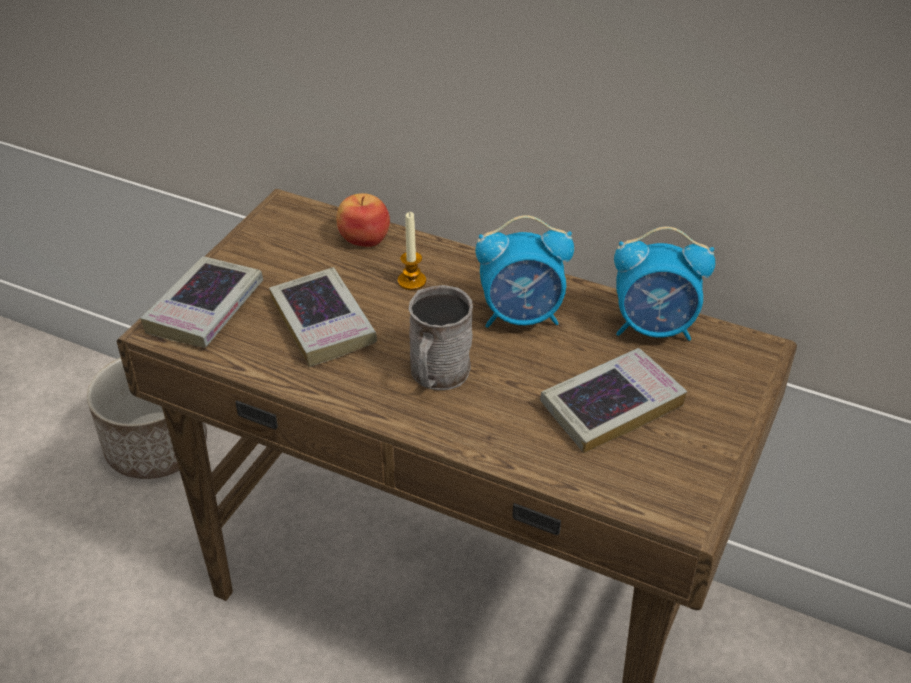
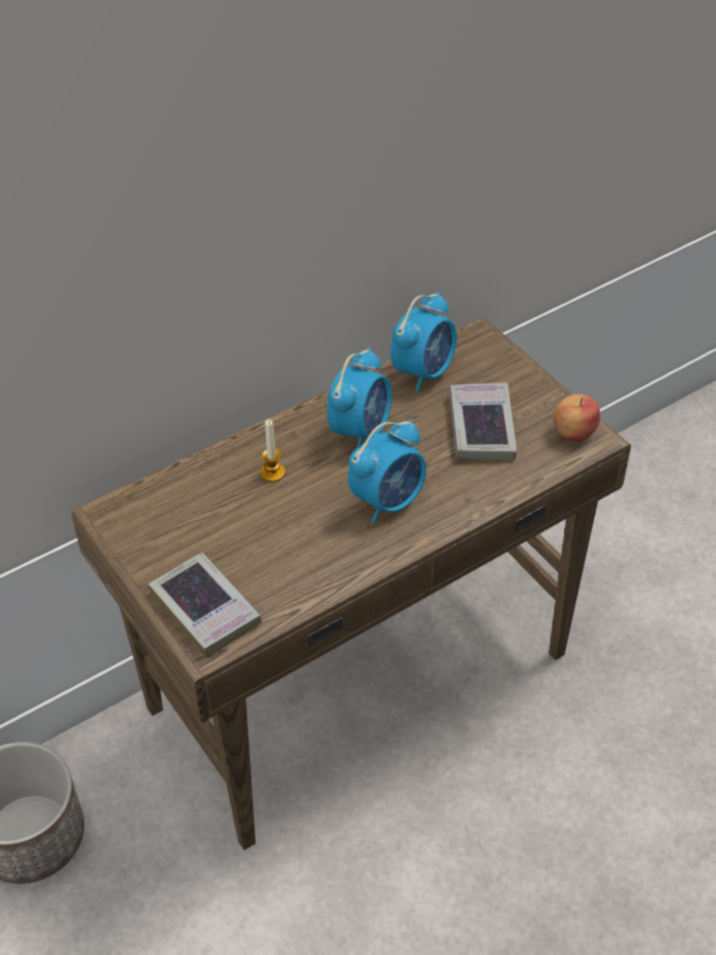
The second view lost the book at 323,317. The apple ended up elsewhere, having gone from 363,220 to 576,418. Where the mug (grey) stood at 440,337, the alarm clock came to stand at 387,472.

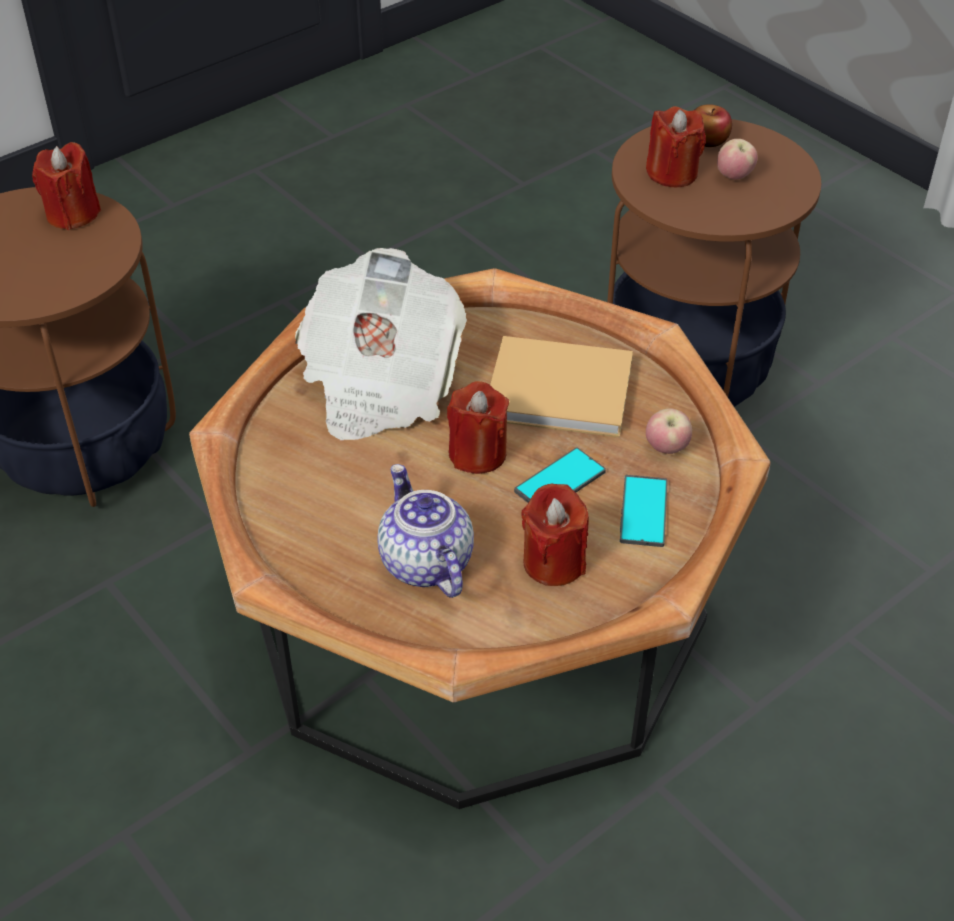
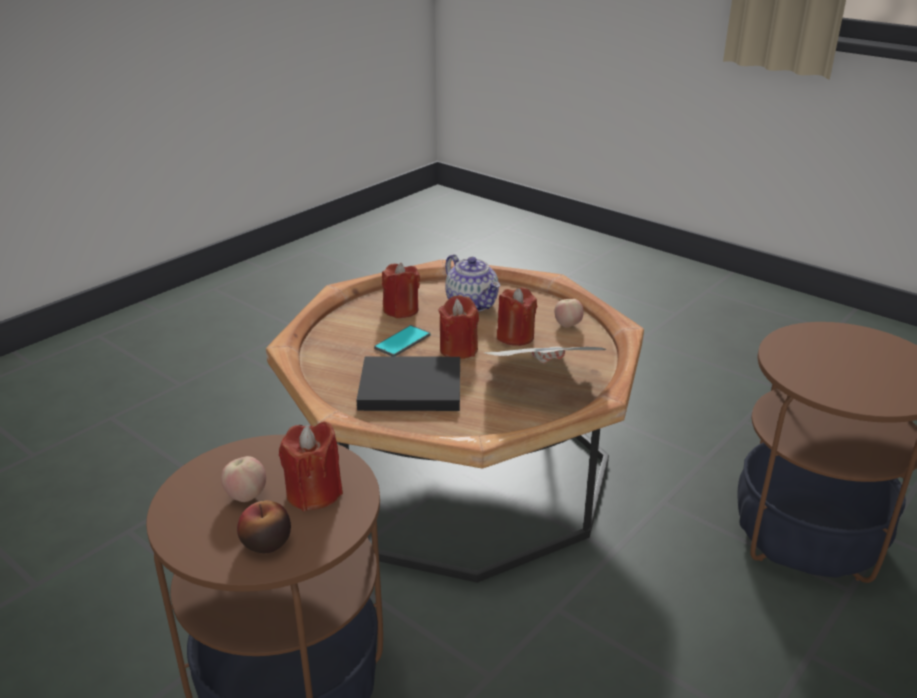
The second view lost the phone at 644,511. The candle (red) ended up elsewhere, having gone from 66,186 to 517,316. The apple ended up elsewhere, having gone from 669,431 to 569,313. What was the book (beige) at 561,387 turned into the book (black) at 408,383.

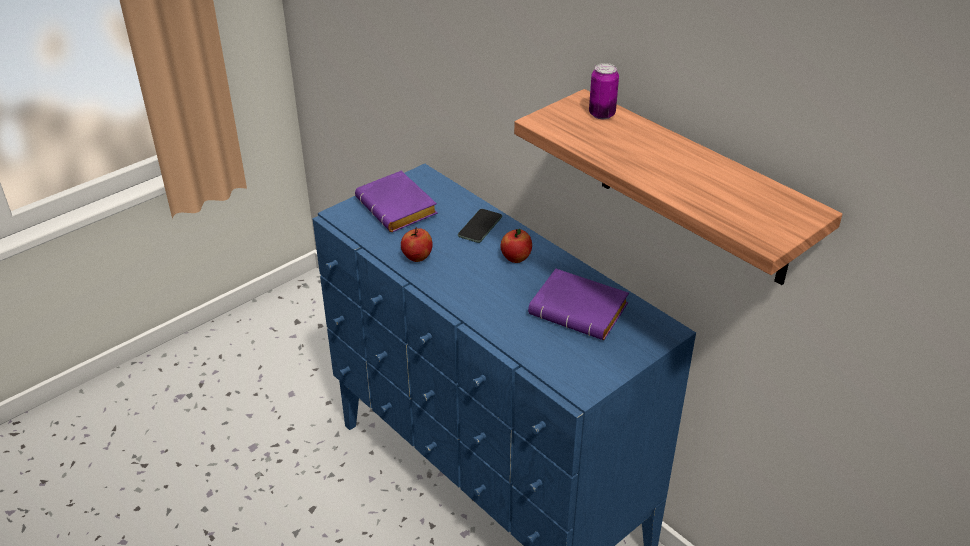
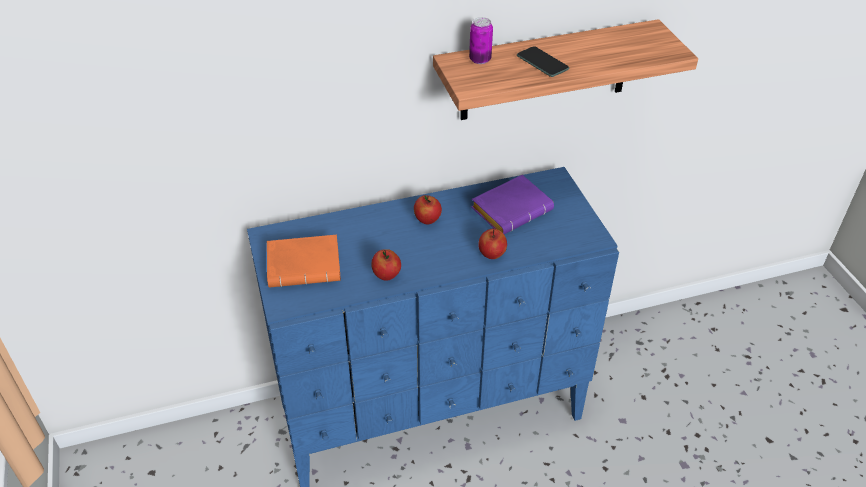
The second view gained the apple at 492,244. The phone ended up elsewhere, having gone from 480,226 to 543,61. What was the book (purple) at 396,201 turned into the book (orange) at 304,261.

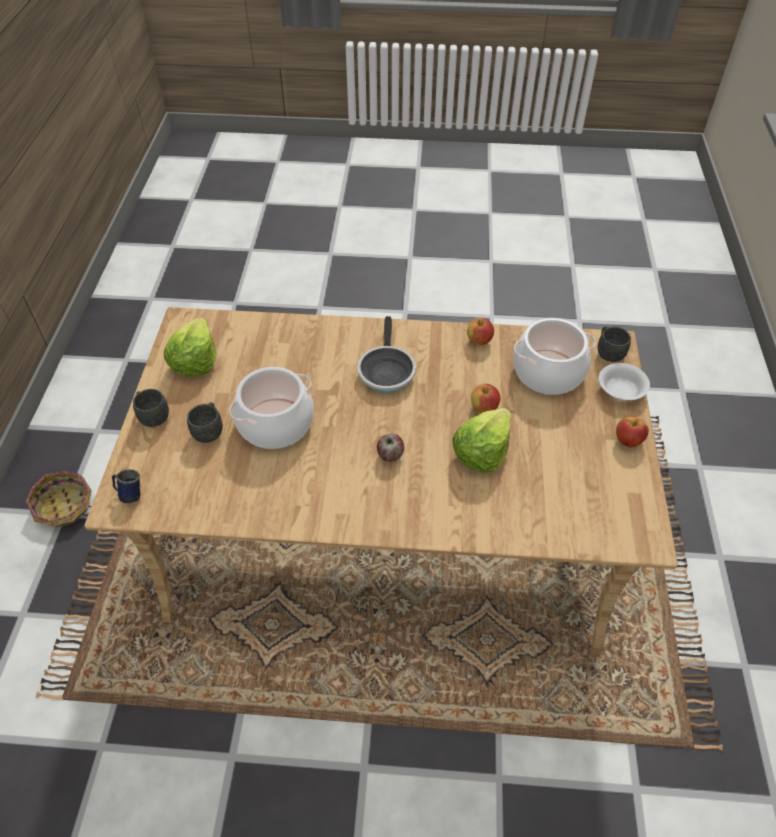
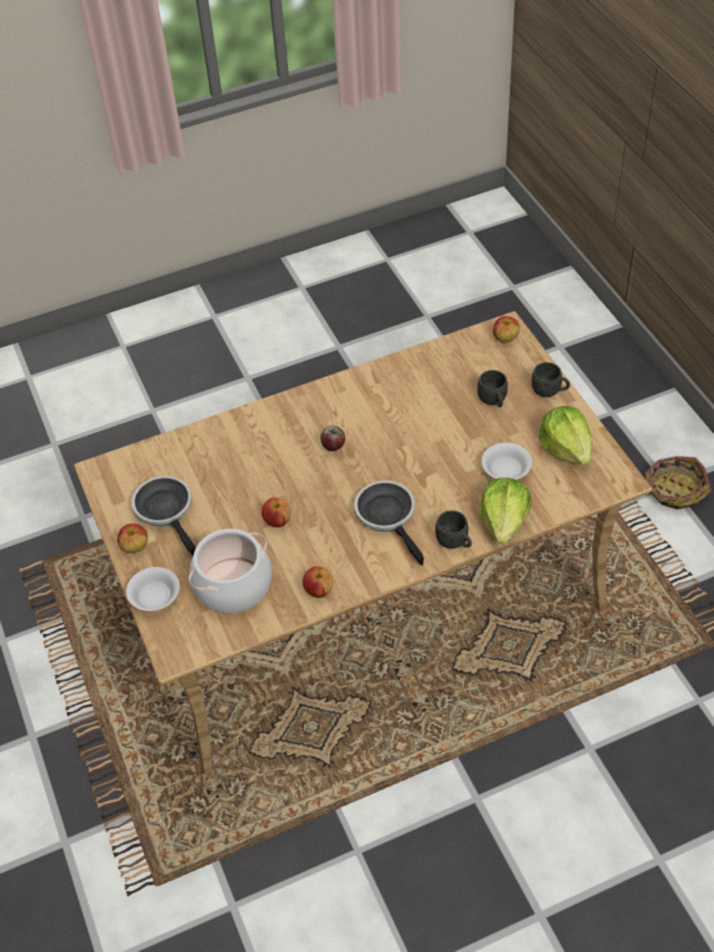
The second view lost the cooking pot at 271,408. The second view gained the frying pan at 164,515. The second view gained the bowl (white) at 506,461. The lettuce ended up elsewhere, having gone from 481,440 to 505,510. The mug (grey) ended up elsewhere, having gone from 614,344 to 453,529. Where the mug (blue) stood at 126,486, the apple came to stand at 506,329.

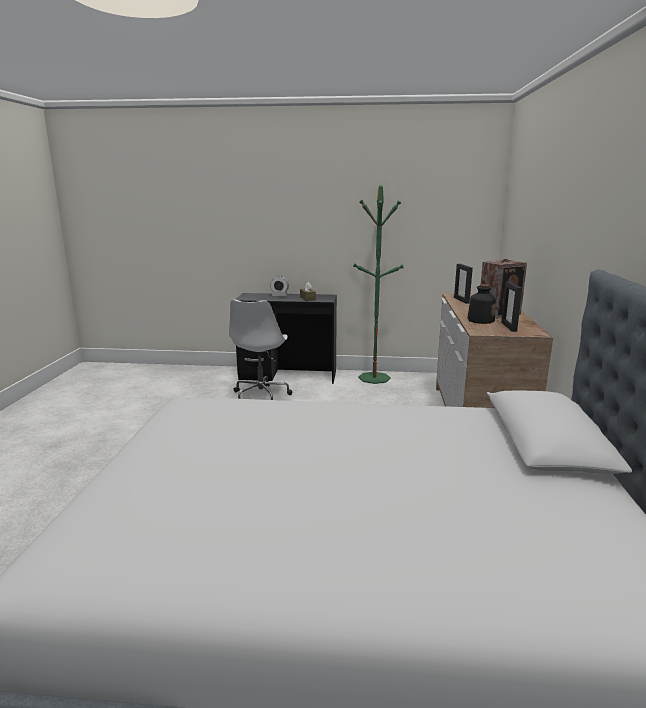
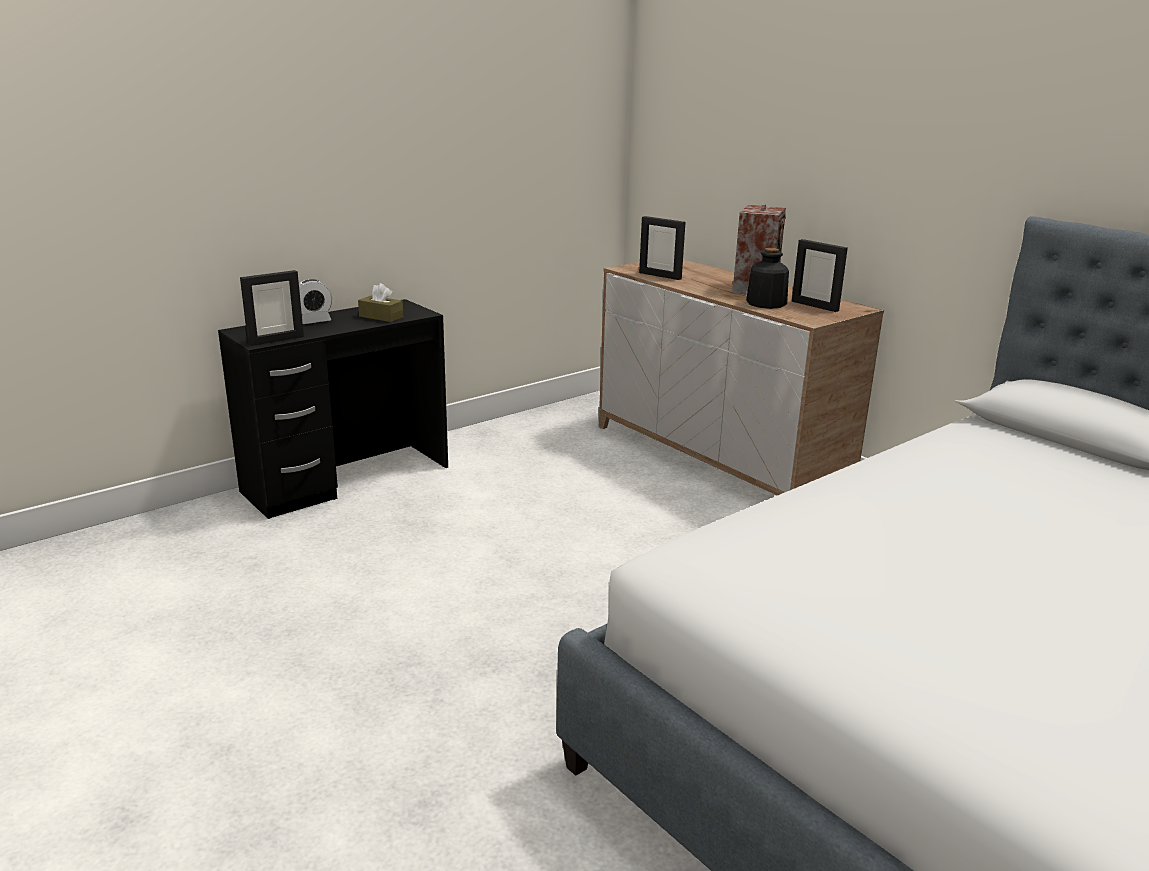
The second view lost the office chair (white) at 261,349. The second view lost the clothes rack (green) at 378,284. The second view gained the picture frame at 272,308.

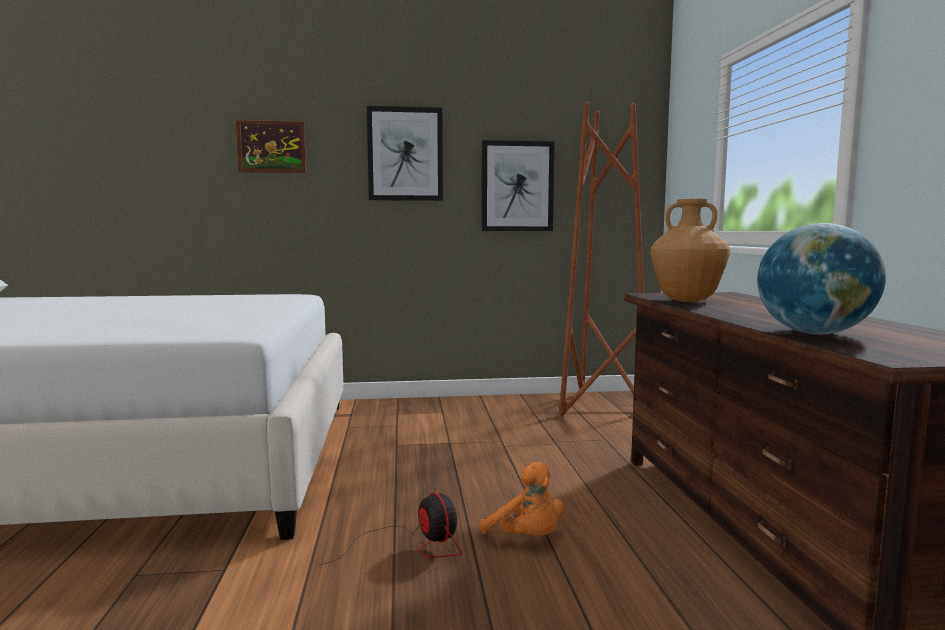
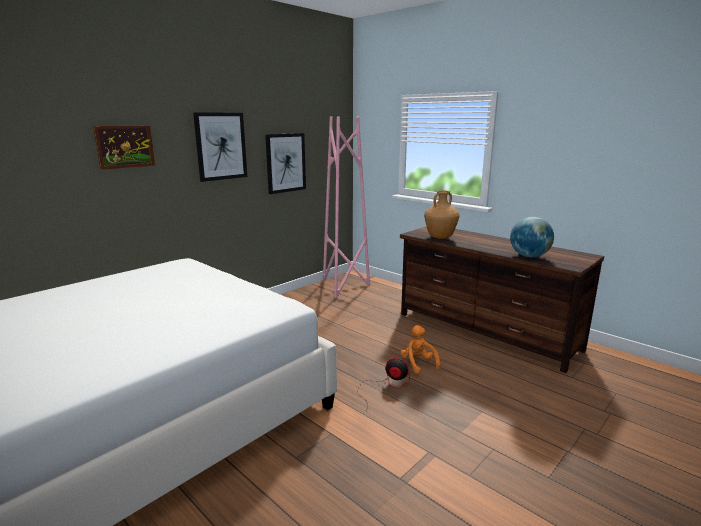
What was the clothes rack (brown) at 601,259 turned into the clothes rack (pink) at 346,207. The plush toy (orange) at 522,499 ended up facing another way, 120 degrees counterclockwise from before.

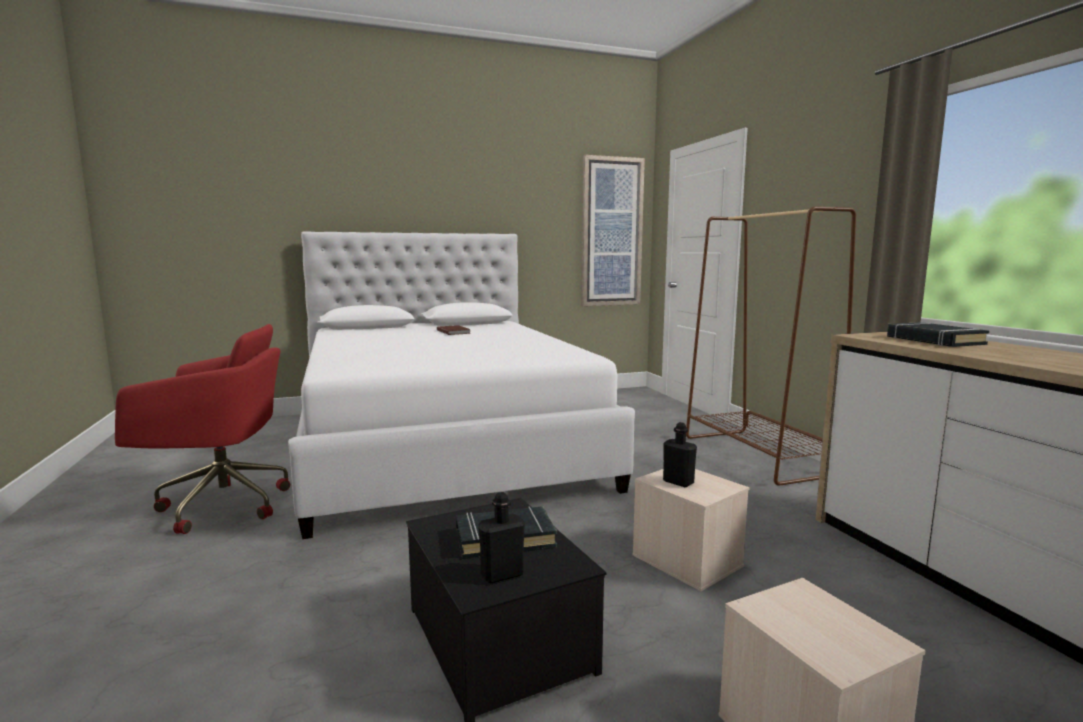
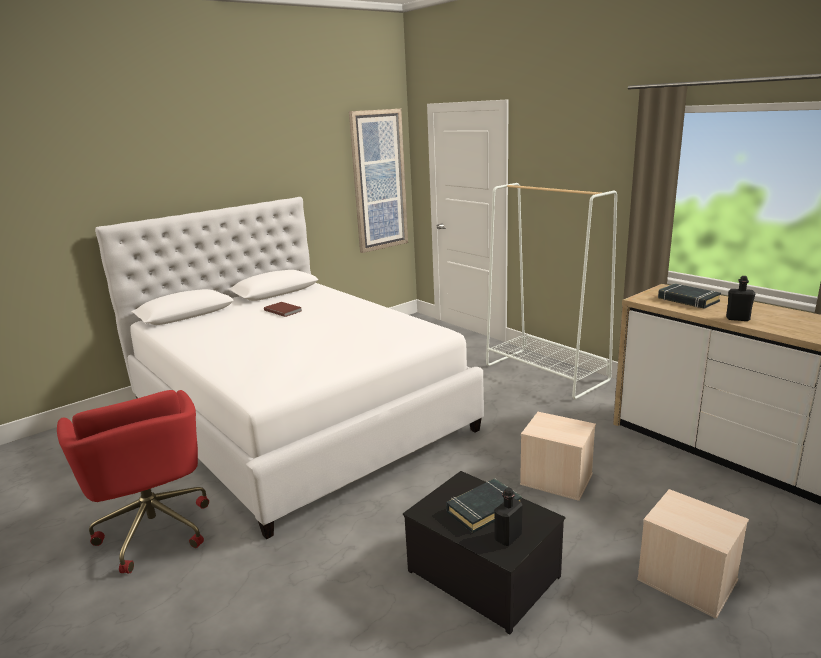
The bottle (black) ended up elsewhere, having gone from 680,454 to 741,298. What was the clothes rack (brown) at 771,346 turned into the clothes rack (white) at 551,291. The office chair (red) at 202,429 ended up facing another way, 90 degrees clockwise from before.

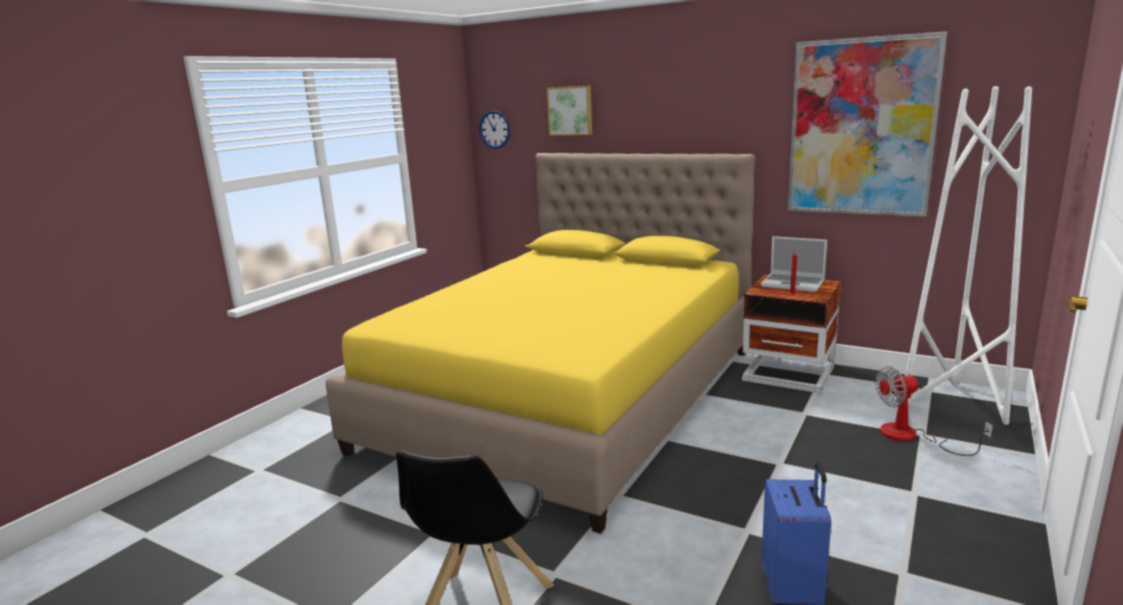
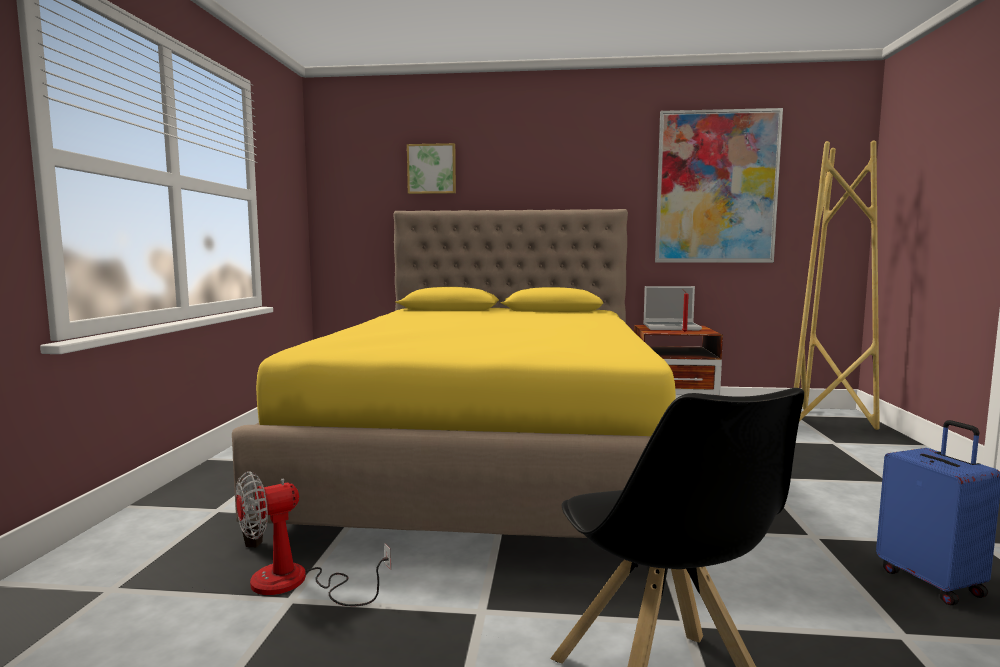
The second view lost the wall clock at 494,129. The fan ended up elsewhere, having gone from 934,411 to 313,538. What was the clothes rack (white) at 968,255 turned into the clothes rack (yellow) at 837,285.

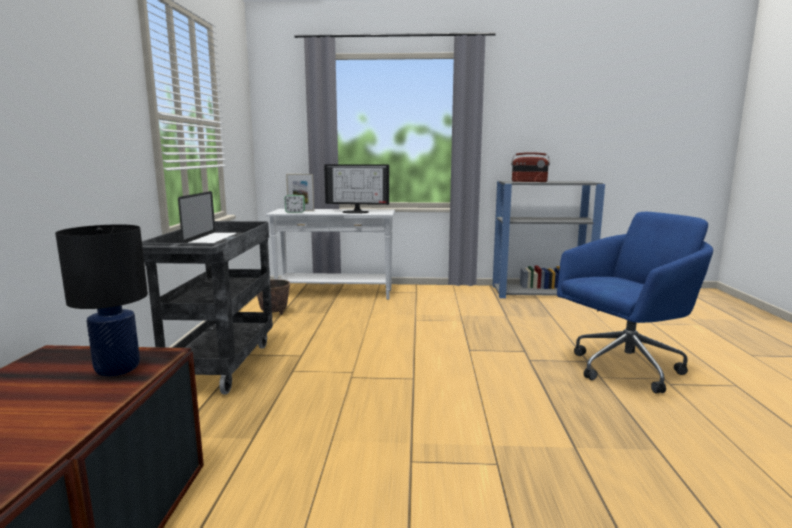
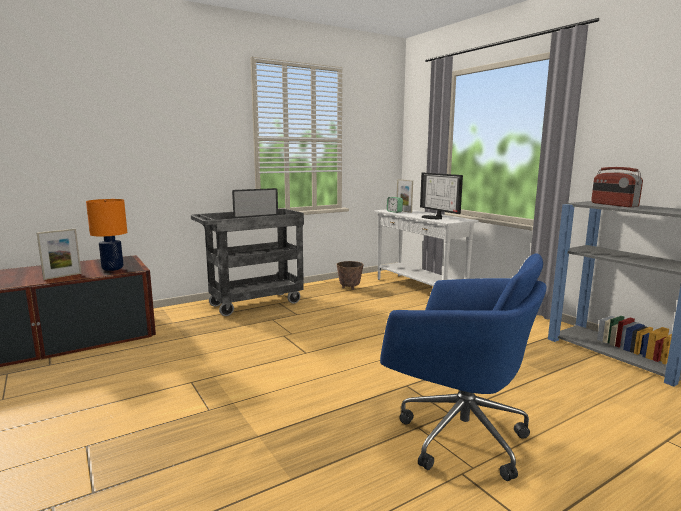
The second view gained the picture frame at 59,254. What was the table lamp (black) at 101,300 turned into the table lamp (orange) at 106,235.

